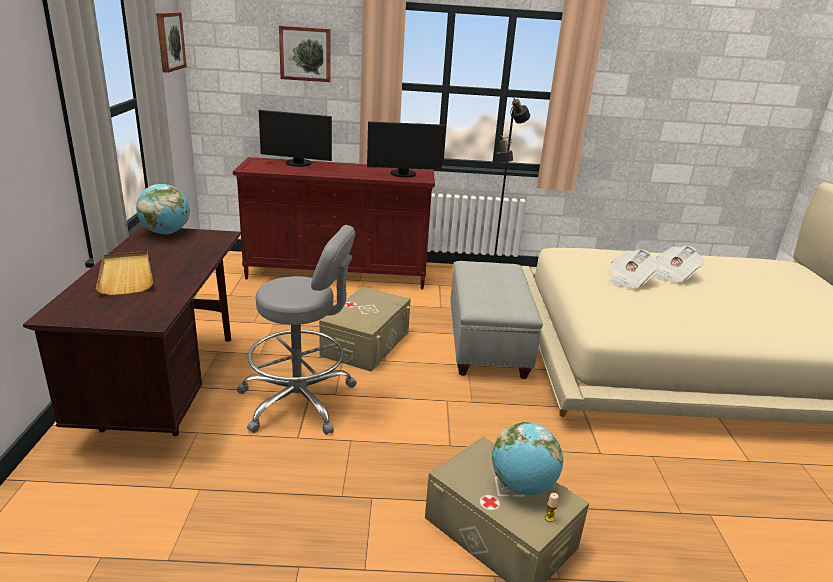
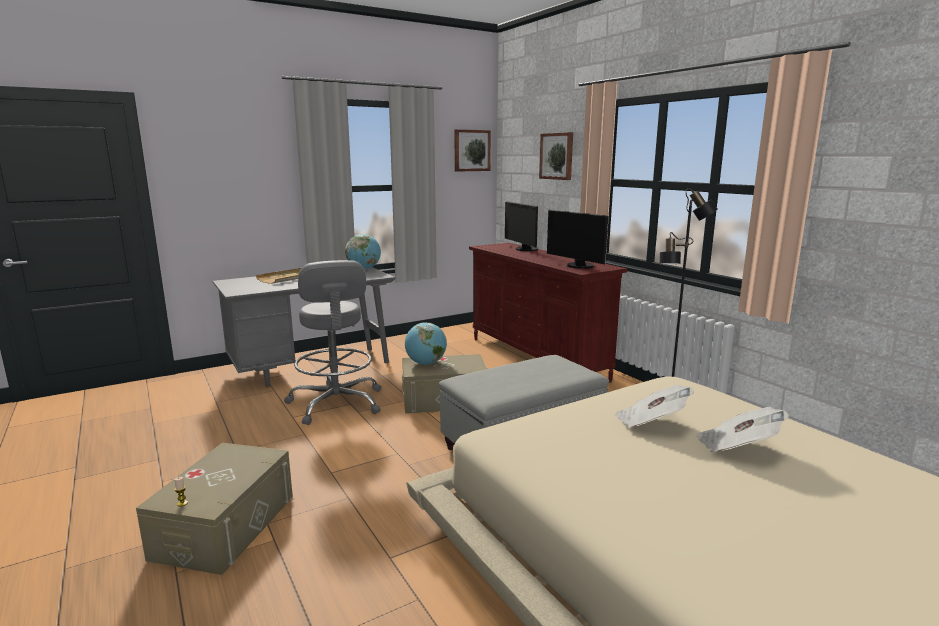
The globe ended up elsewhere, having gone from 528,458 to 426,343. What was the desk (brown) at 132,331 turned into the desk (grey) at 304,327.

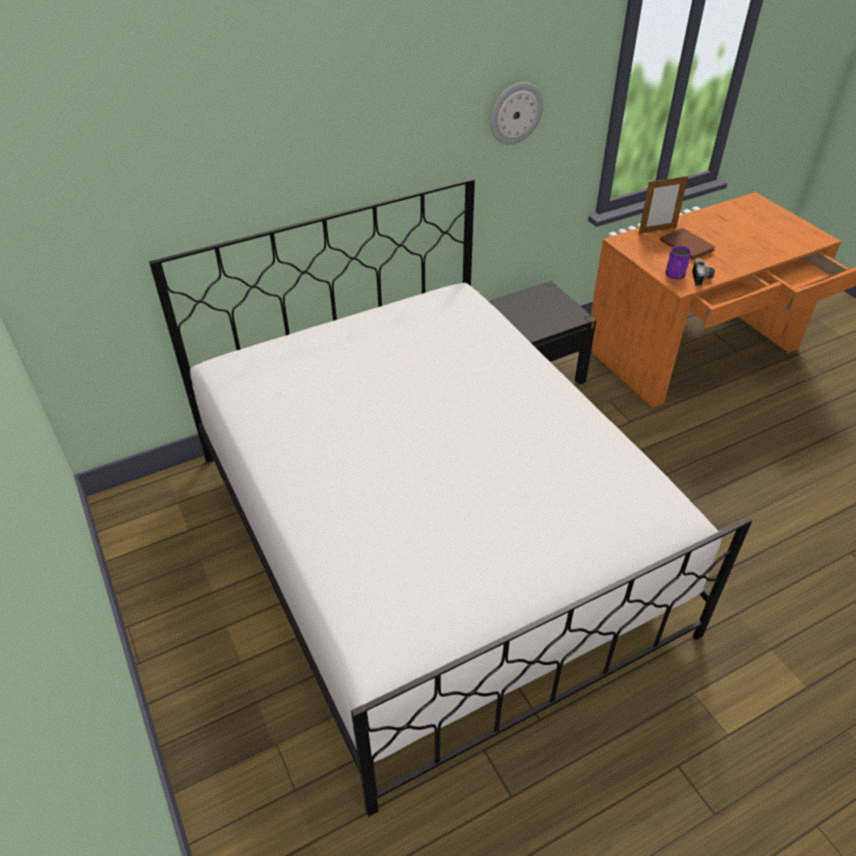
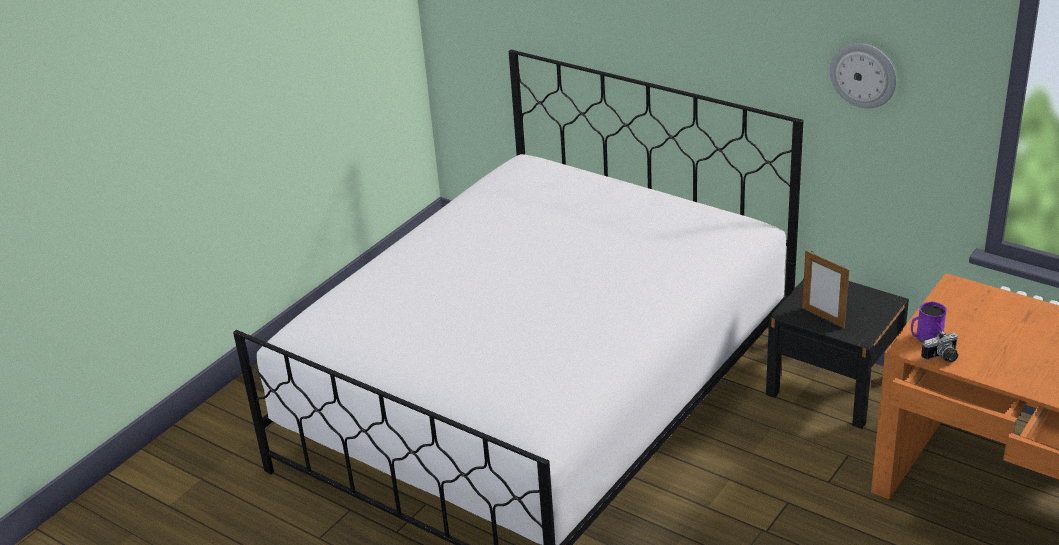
The second view lost the book (brown) at 688,244. The picture frame ended up elsewhere, having gone from 663,204 to 825,289.

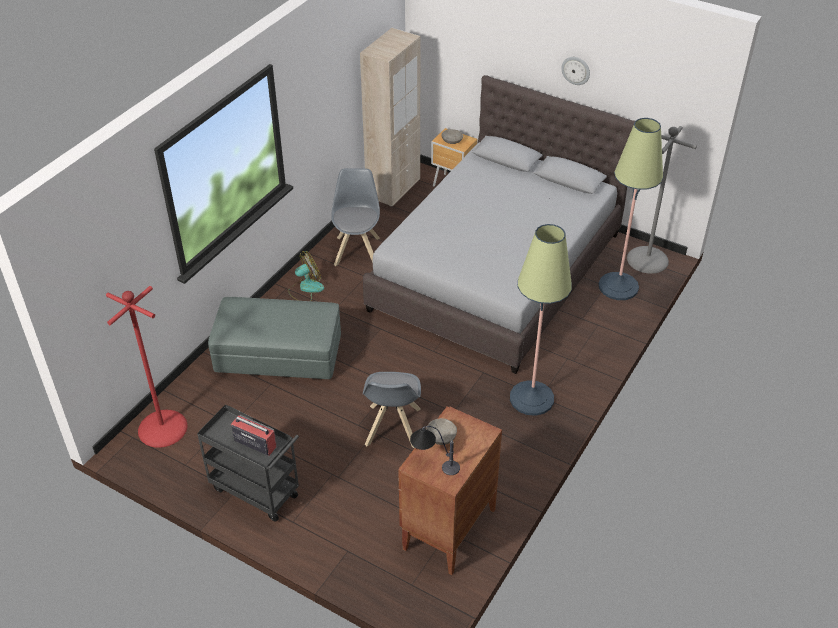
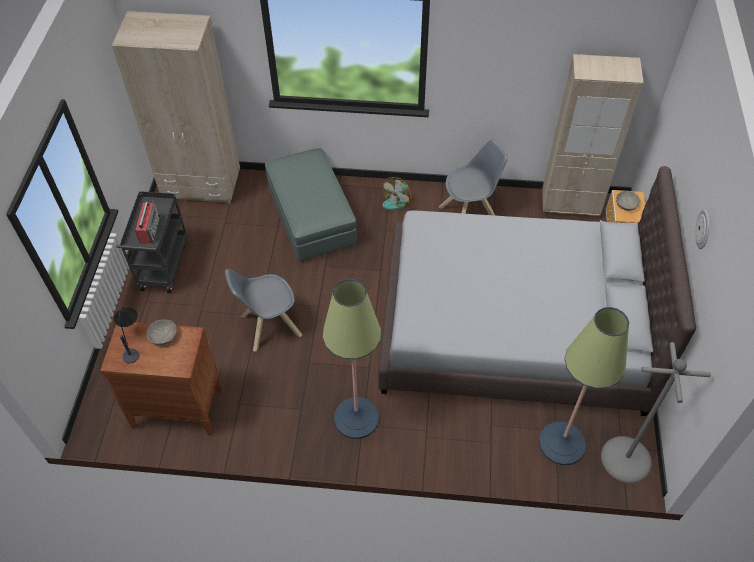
Where the clothes rack (red) stood at 146,367, the wardrobe (beige) came to stand at 176,107. The fan at 306,276 ended up facing another way, 90 degrees clockwise from before.

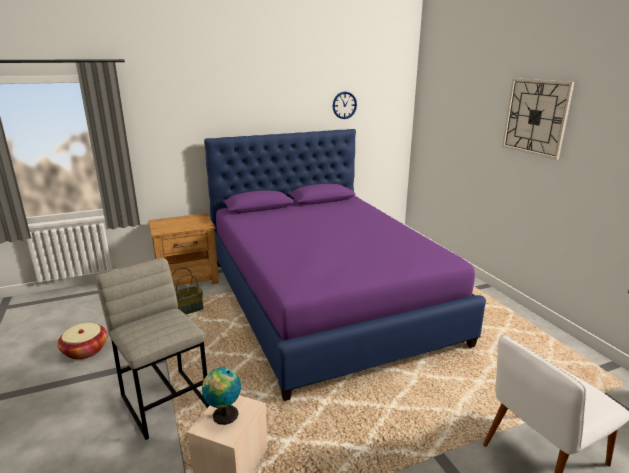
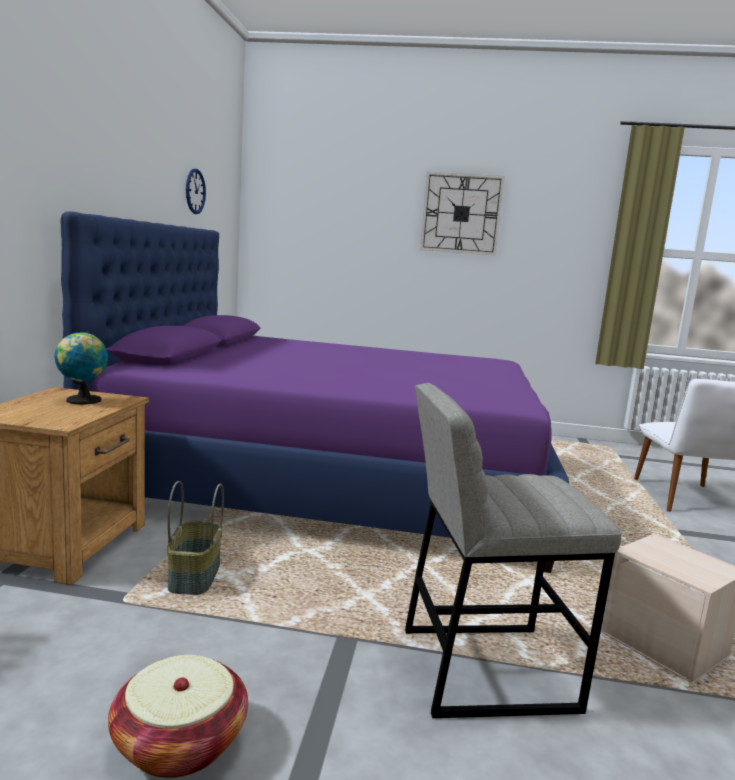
The globe ended up elsewhere, having gone from 221,396 to 81,368.

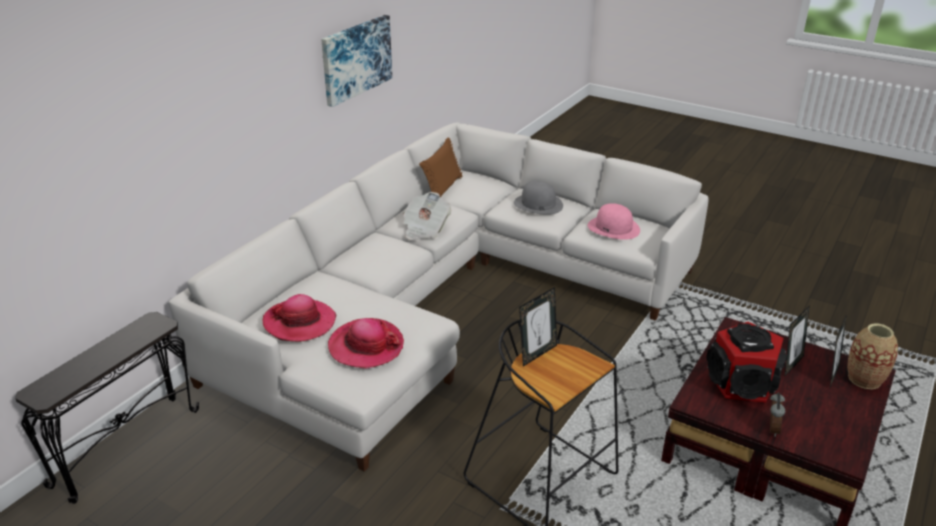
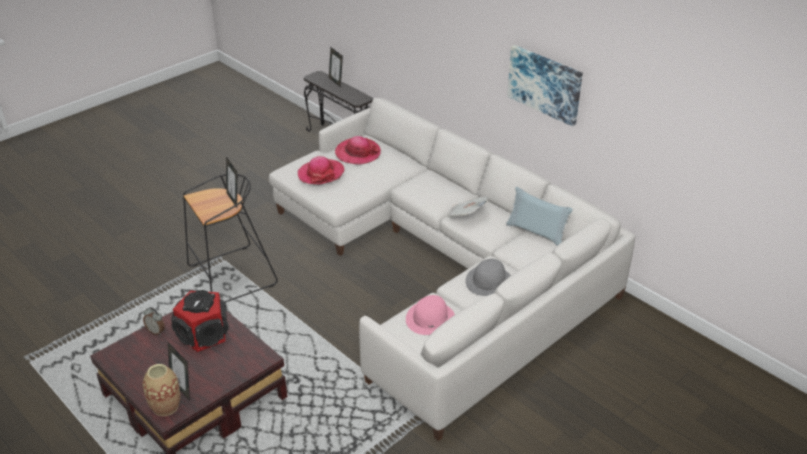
The picture frame ended up elsewhere, having gone from 797,340 to 336,67. What was the pillow (brown) at 441,167 turned into the pillow (blue) at 539,216.

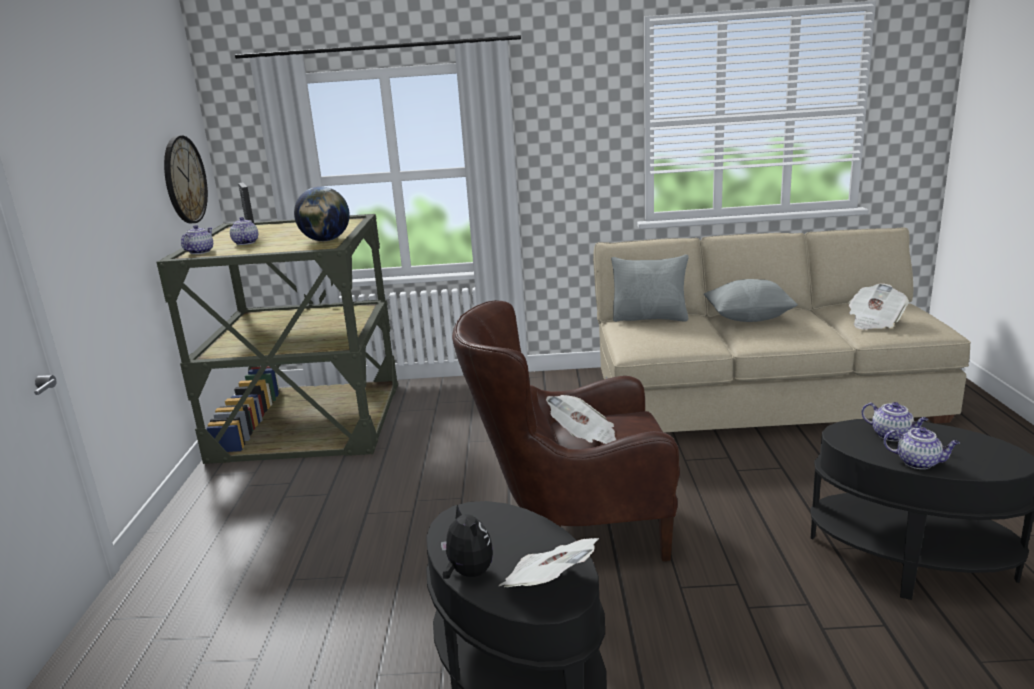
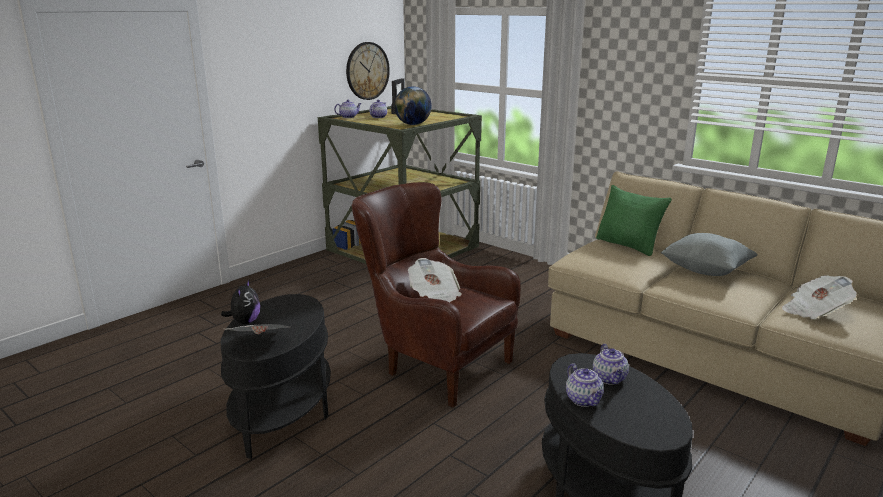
What was the pillow (grey) at 650,288 turned into the pillow (green) at 634,220.

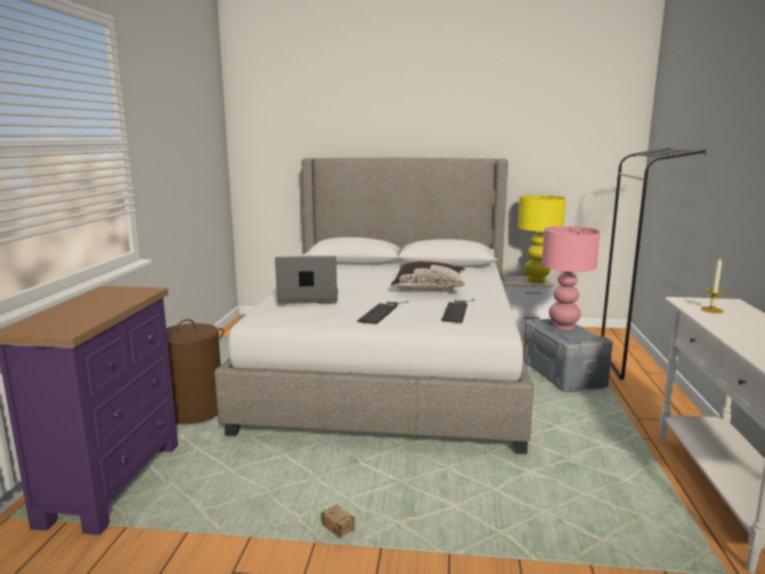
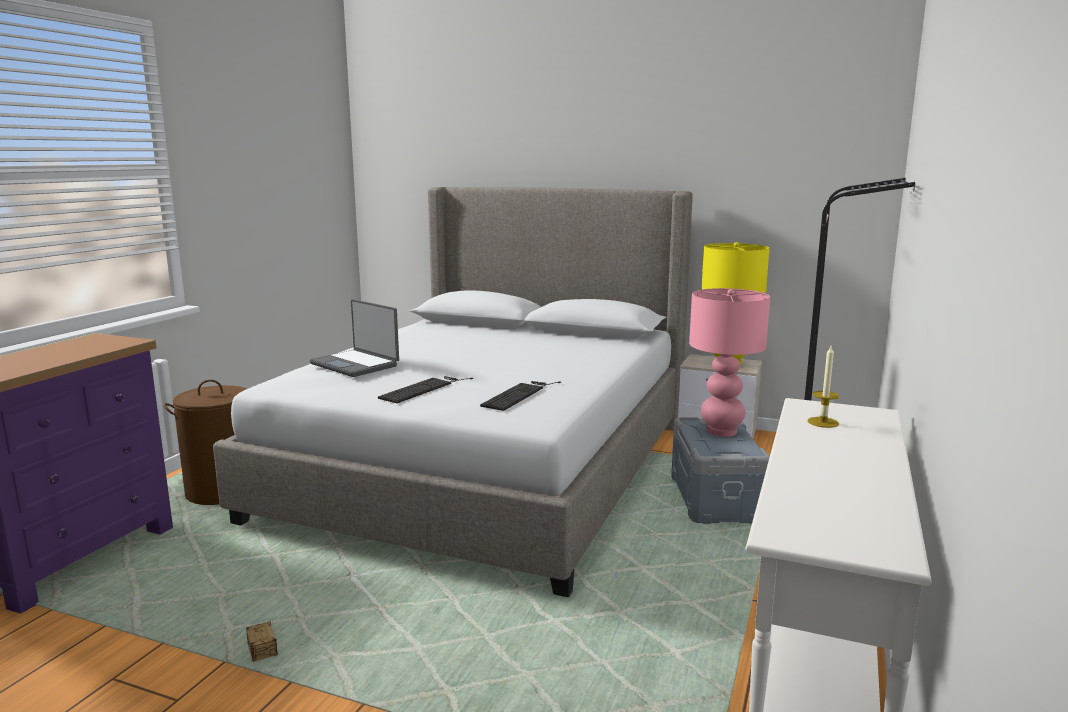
The second view lost the pillow at 428,276. The laptop at 306,280 ended up facing another way, 150 degrees counterclockwise from before.

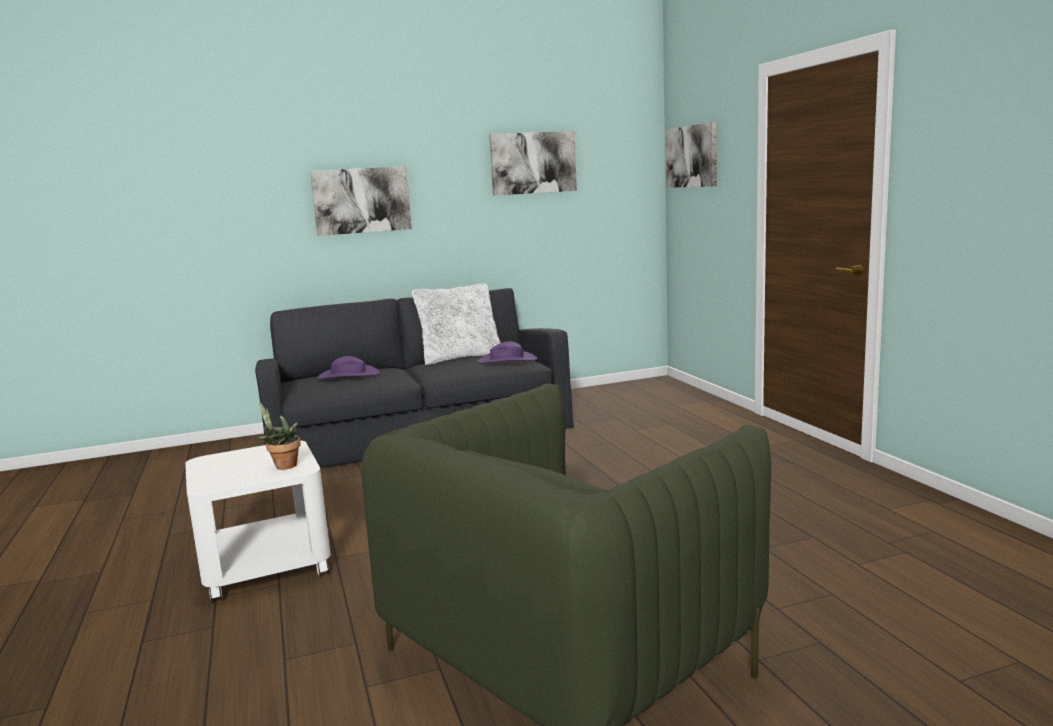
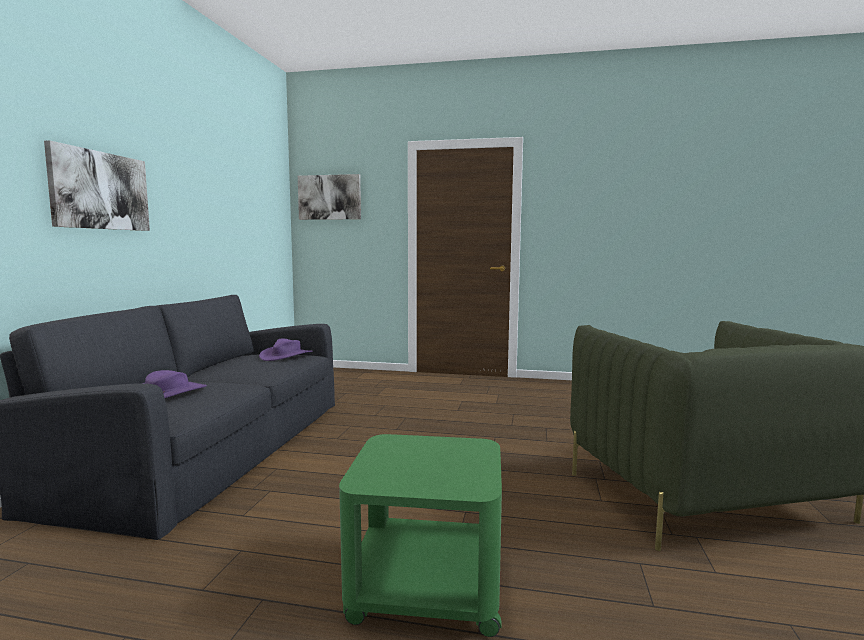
The second view lost the potted plant at 280,436. The second view lost the pillow (white) at 456,324. The second view lost the picture at 533,163. What was the side table (white) at 258,521 turned into the side table (green) at 420,535.

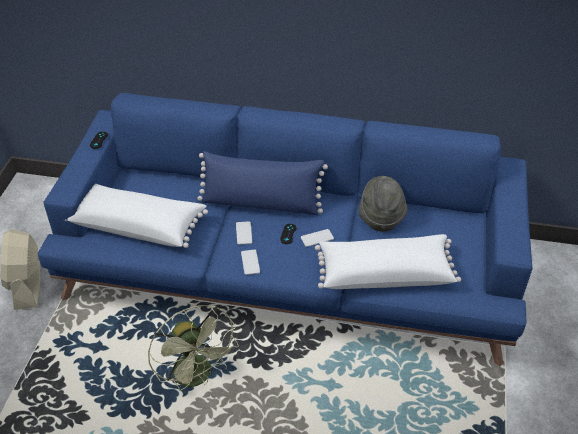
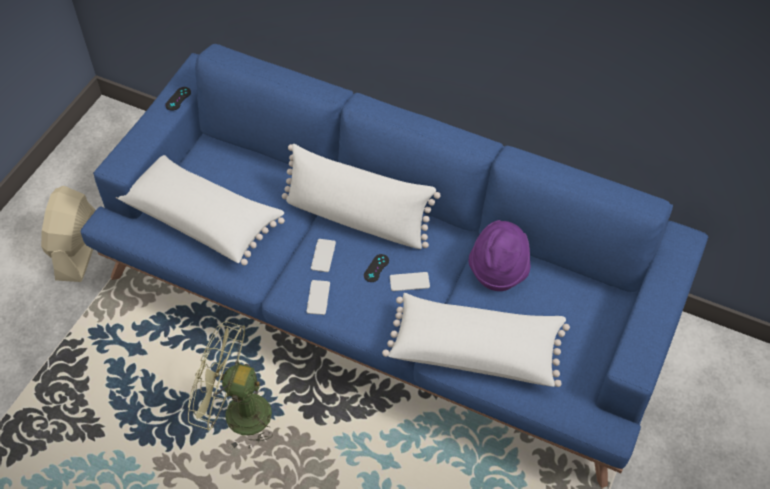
What was the pillow (blue) at 262,183 turned into the pillow (white) at 361,196. What was the hat (grey) at 383,204 turned into the hat (purple) at 499,255. The fan (green) at 193,347 ended up facing another way, 120 degrees clockwise from before.

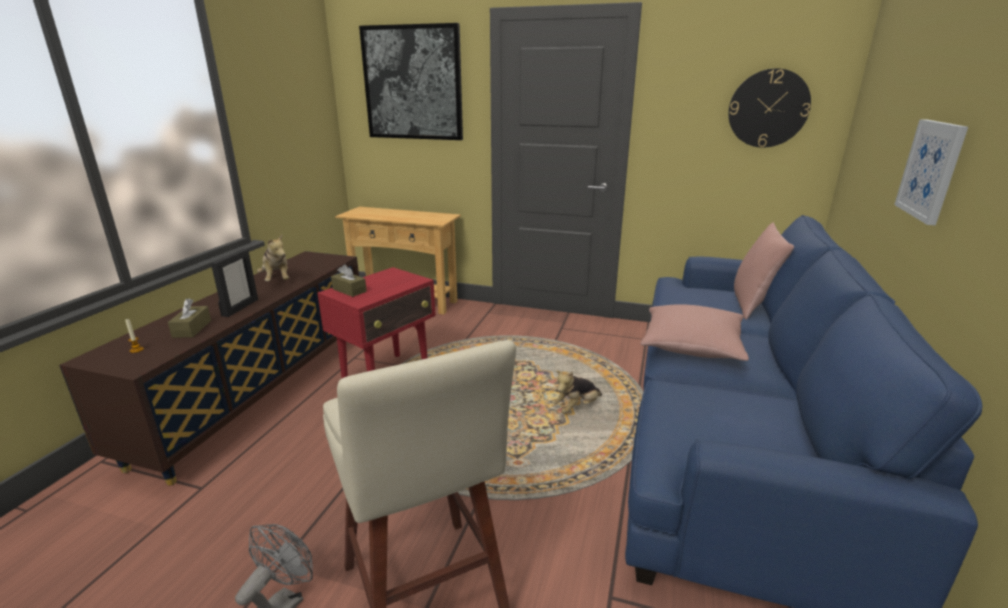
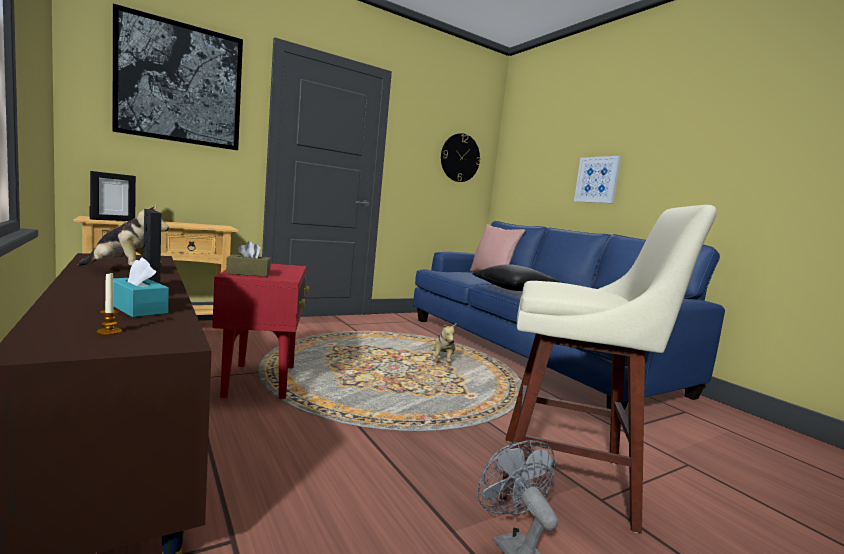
The second view gained the picture frame at 113,196. What was the tissue box (brown) at 189,318 turned into the tissue box (turquoise) at 141,287. What was the pillow (pink) at 694,332 turned into the pillow (black) at 518,277.

